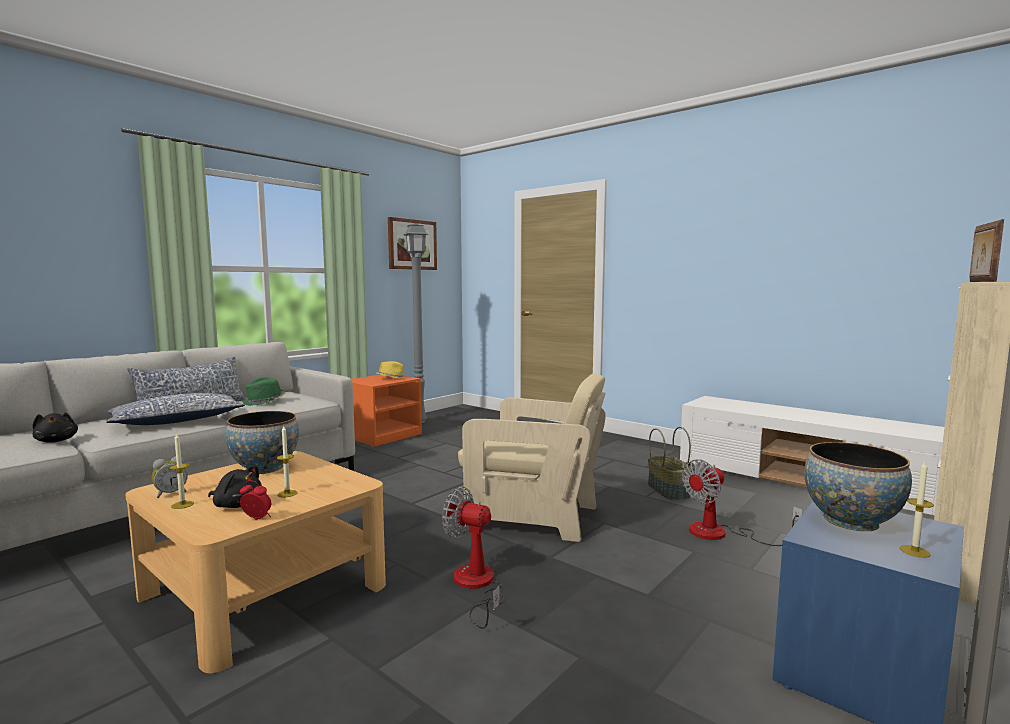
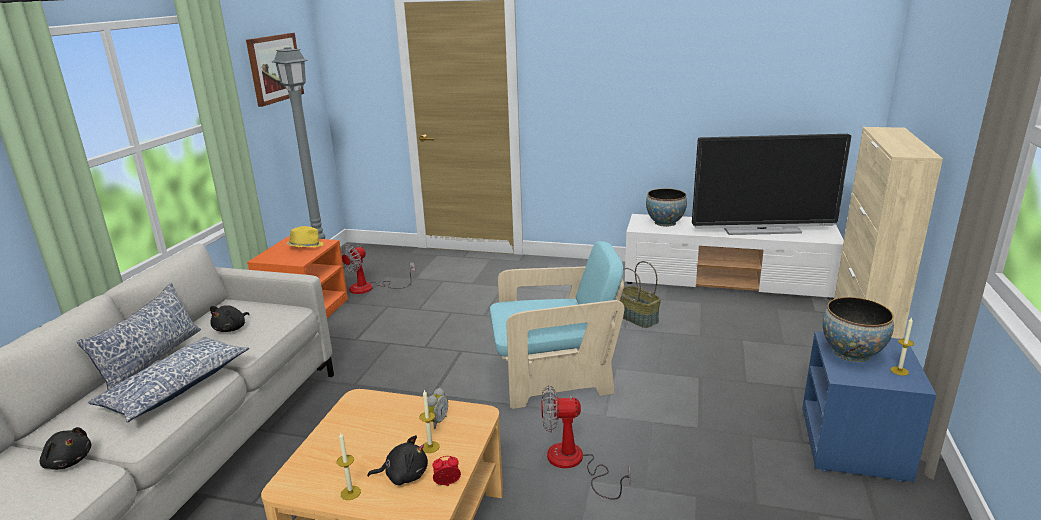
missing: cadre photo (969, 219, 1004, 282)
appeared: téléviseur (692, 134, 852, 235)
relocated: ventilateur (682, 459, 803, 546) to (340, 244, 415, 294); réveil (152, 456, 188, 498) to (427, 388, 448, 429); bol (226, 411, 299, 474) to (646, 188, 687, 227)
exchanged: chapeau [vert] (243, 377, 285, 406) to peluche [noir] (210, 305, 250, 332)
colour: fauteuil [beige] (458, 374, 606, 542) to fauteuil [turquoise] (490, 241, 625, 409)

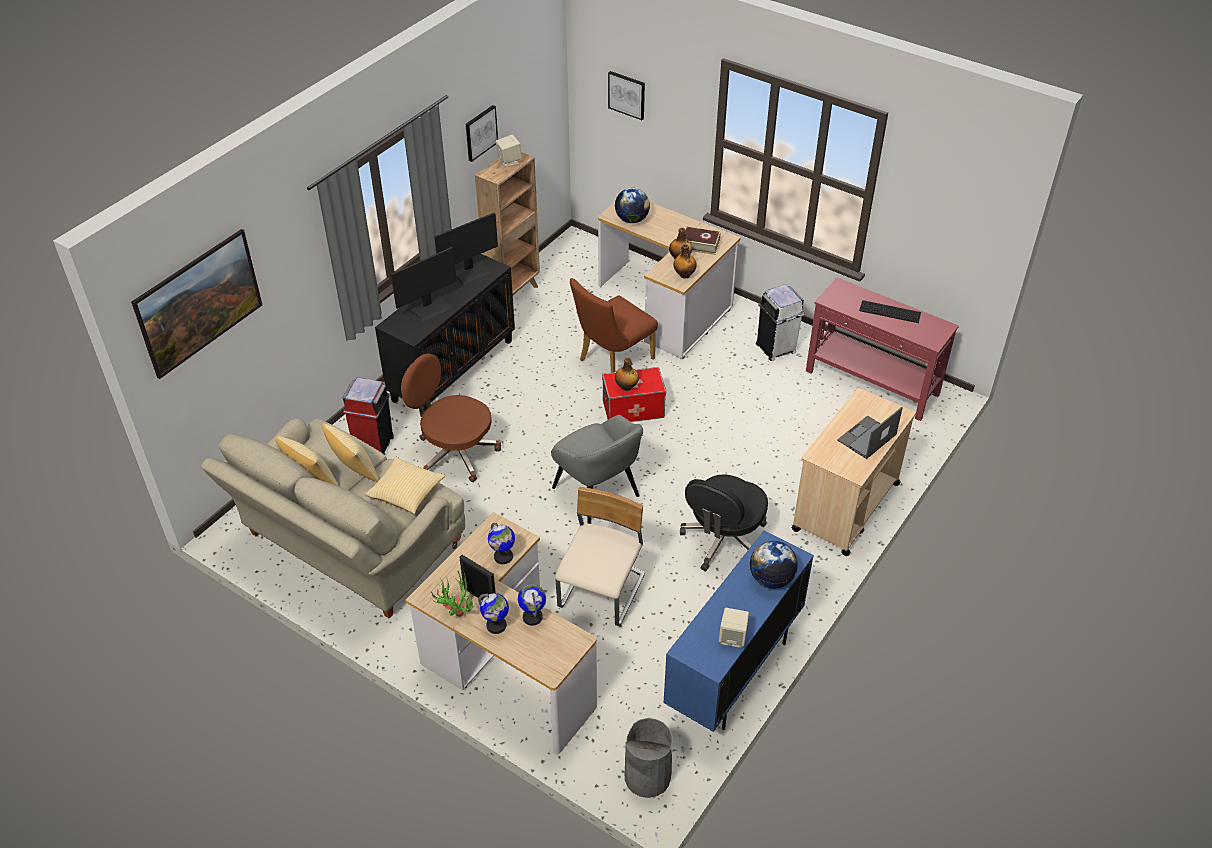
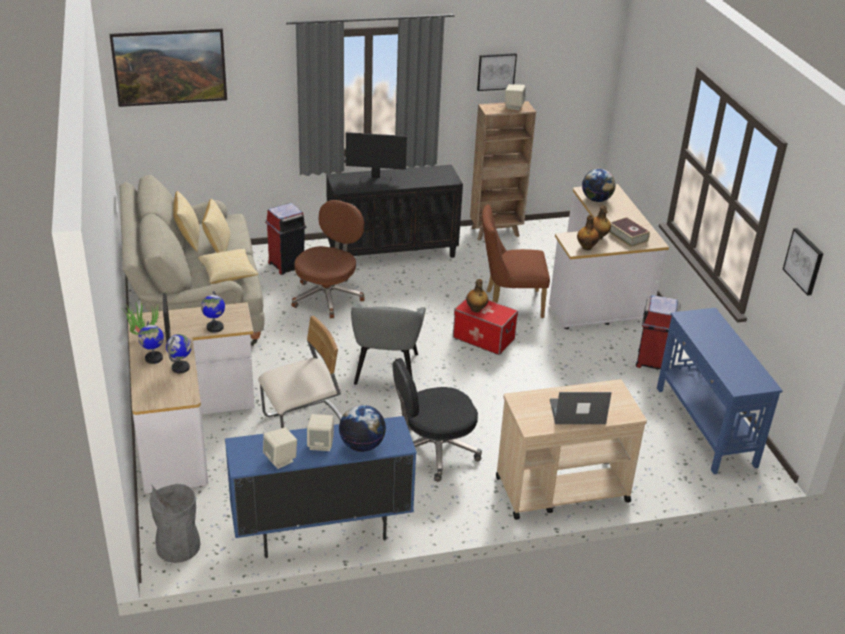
missing: écran d'ordinateur (434, 212, 498, 285); clavier (859, 300, 921, 323)
appeared: enceinte [beige] (307, 414, 334, 451)
relocated: tableau (608, 71, 645, 120) to (783, 228, 823, 296)
colour: poubelle [blanc] (756, 284, 805, 361) to poubelle [rouge] (636, 295, 681, 369); table console [rouge] (806, 278, 959, 421) to table console [bleu] (657, 308, 783, 474)
spun: chaise de bureau [marron] (401, 353, 501, 482) = (291, 200, 364, 318) 45 degrees clockwise

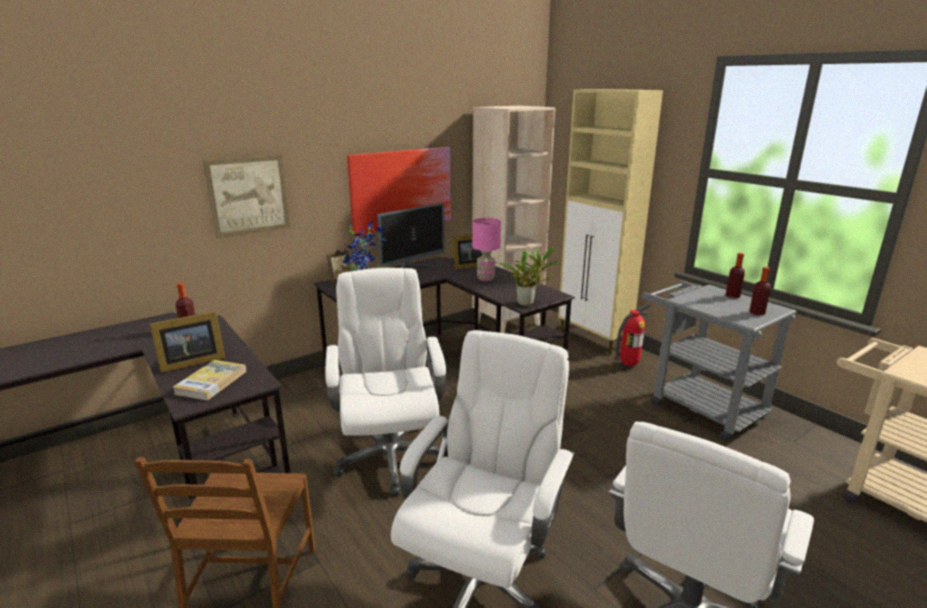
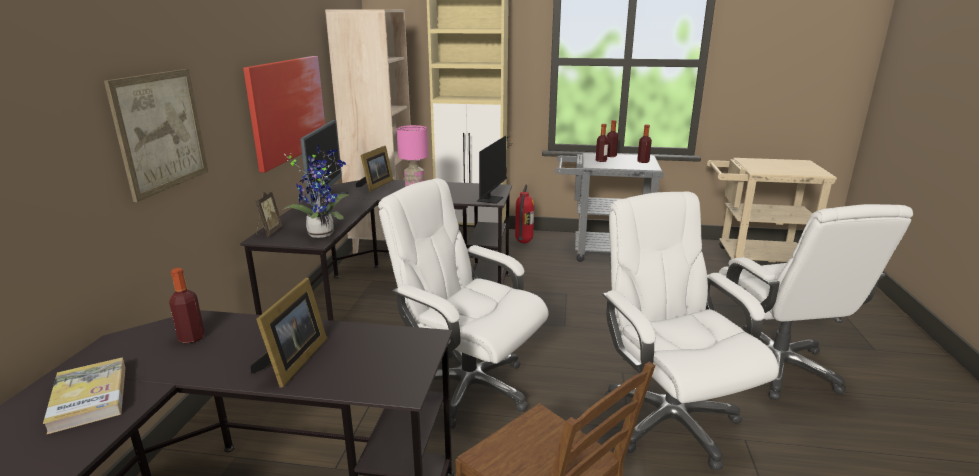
appeared: bouteille (596, 124, 609, 162)
relocated: livre (173, 360, 246, 400) to (43, 357, 126, 434)
exchanged: plante en pot (495, 246, 561, 306) to écran d'ordinateur (477, 136, 510, 204)

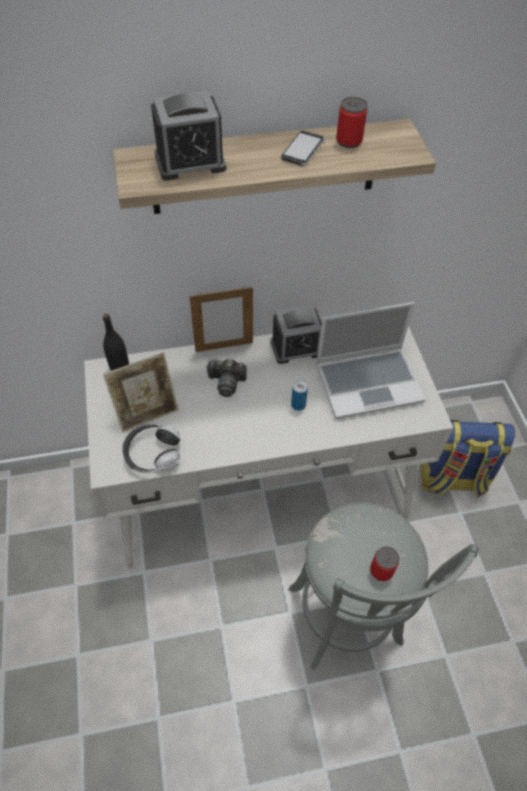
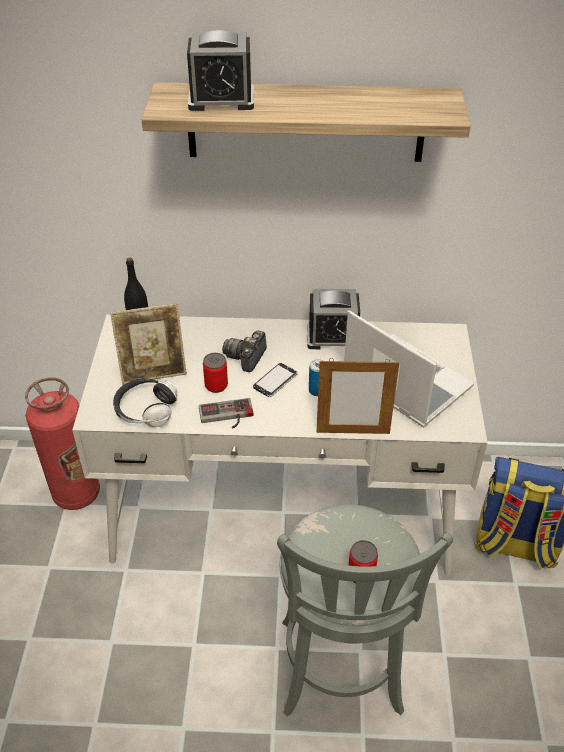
appeared: extincteur (25, 377, 100, 510); manette (199, 398, 254, 428)
relocated: boîte métallique (336, 97, 367, 148) to (203, 353, 228, 393); téléphone (281, 131, 325, 166) to (253, 363, 298, 397); cadre photo (189, 286, 253, 352) to (316, 358, 399, 434)
spun: appareil photo (206, 359, 247, 397) = (222, 331, 267, 372) 90 degrees clockwise; ordinateur portable (316, 302, 425, 419) = (344, 310, 474, 428) 135 degrees counterclockwise

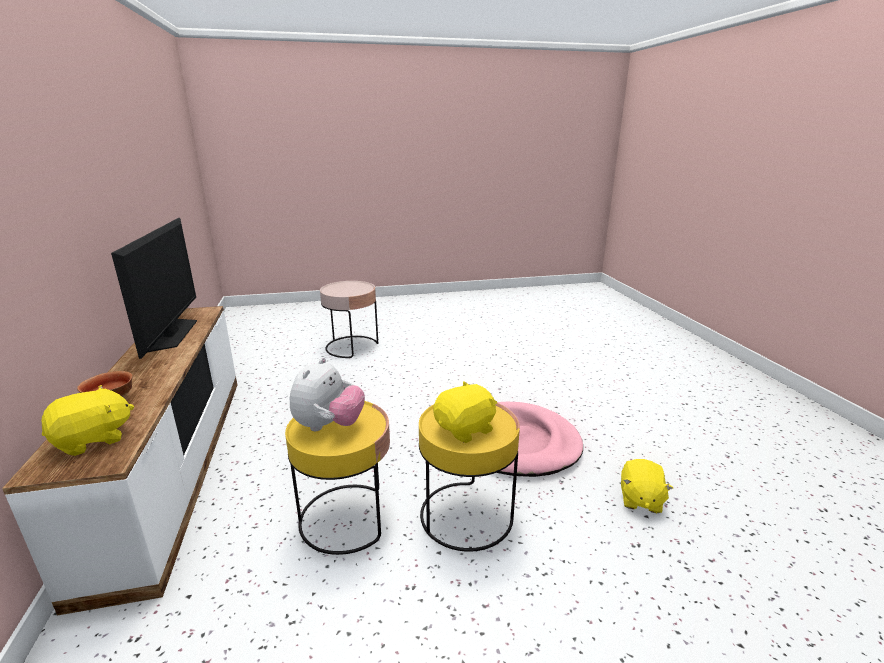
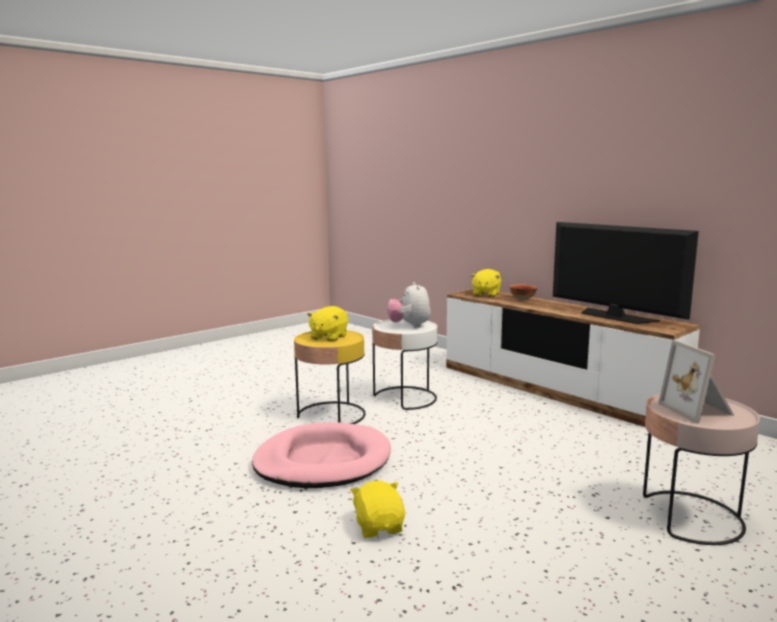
appeared: cadre photo (659, 340, 734, 424)
relocated: peluche [jaune] (621, 459, 673, 513) to (350, 481, 405, 538)
colour: table d'appoint [jaune] (285, 401, 390, 555) to table d'appoint [blanc] (372, 319, 437, 410)

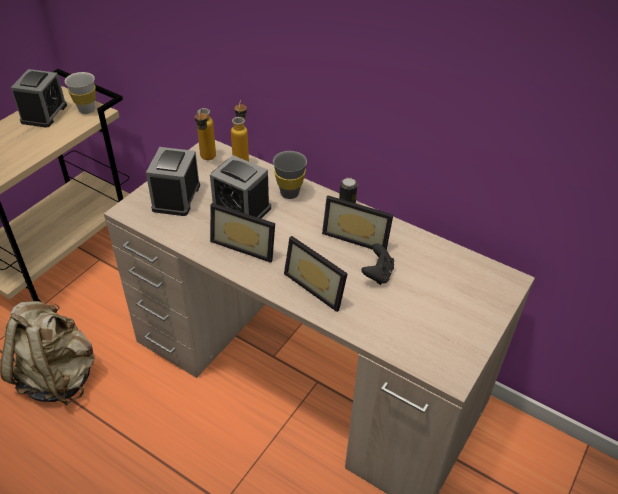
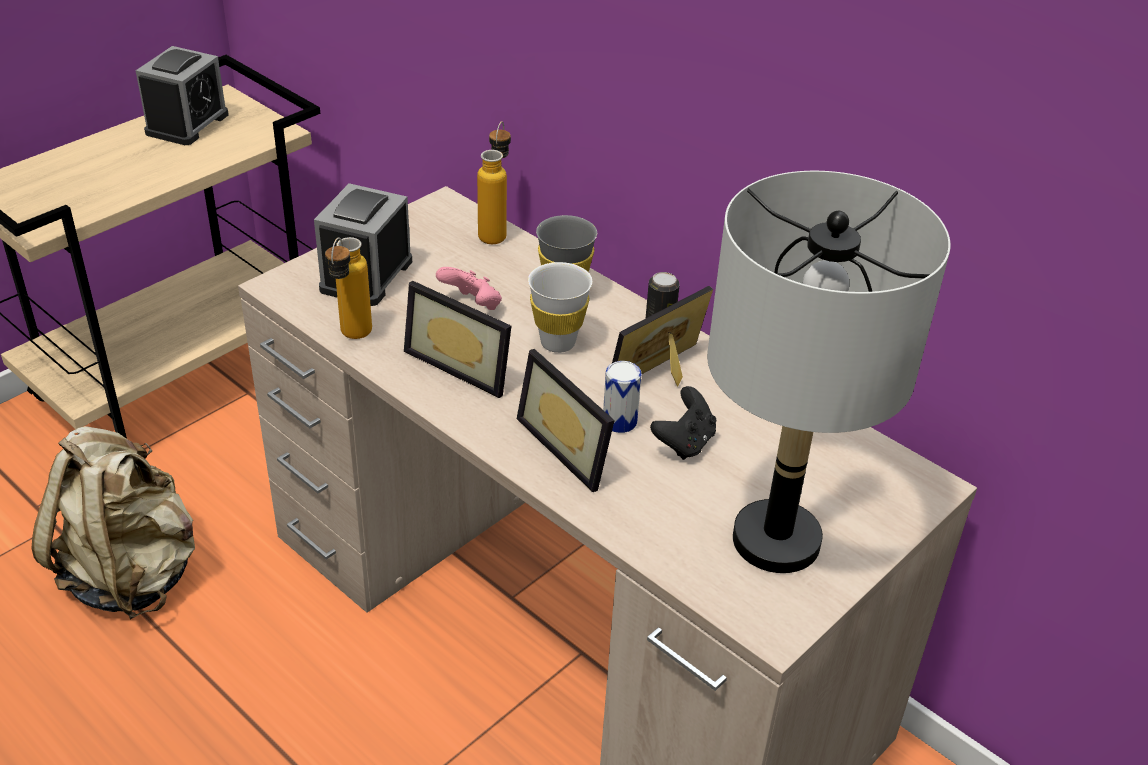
appeared: boîte métallique (603, 361, 641, 433); lampe de table [gris] (707, 171, 951, 573)
relocated: bouteille (195, 108, 216, 160) to (325, 237, 372, 339); tasse [blanc] (65, 72, 96, 114) to (528, 262, 592, 353)
exchanged: réveil (210, 155, 271, 219) to manette [rose] (436, 267, 502, 310)
spun: cadre photo (322, 196, 393, 250) = (612, 286, 713, 387) 105 degrees clockwise

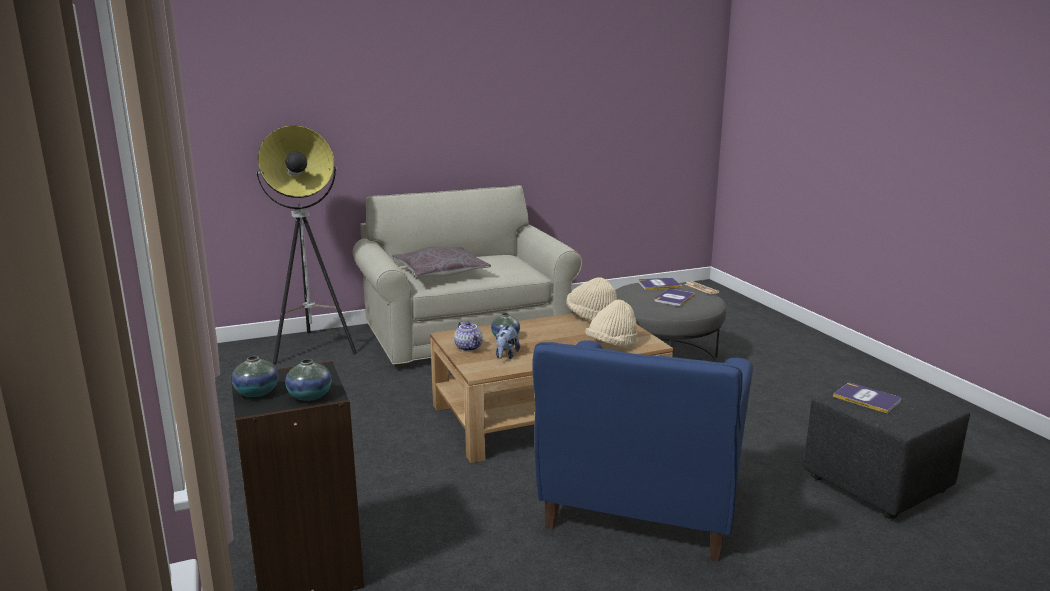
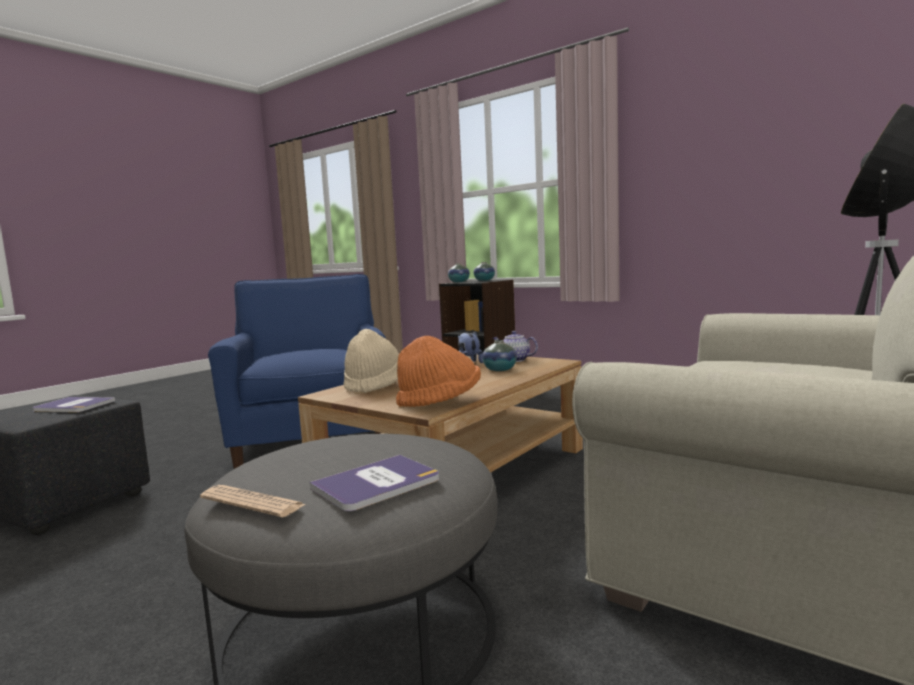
missing: coussin [gris] (392, 247, 491, 277); livre (654, 289, 695, 306)
colour: chapeau [beige] (566, 277, 617, 320) to chapeau [orange] (396, 336, 481, 407)

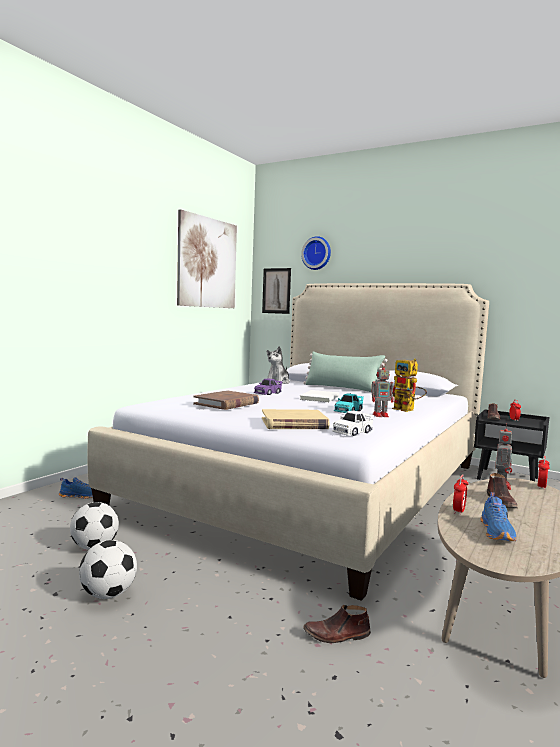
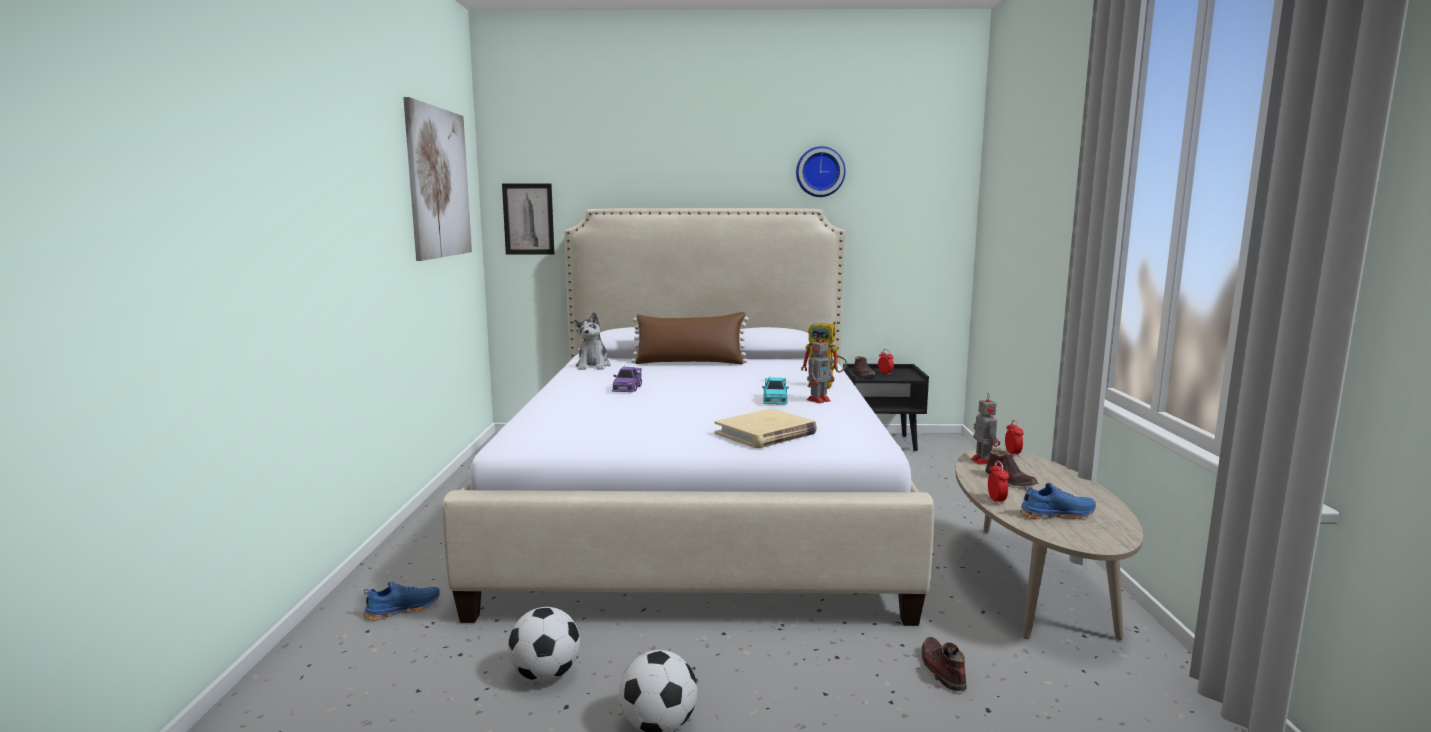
missing: livre [marron] (193, 390, 259, 410); livre [blanc] (299, 390, 340, 403); petite voiture [blanc] (332, 411, 374, 436)
relocated: horloge murale (301, 236, 331, 270) to (796, 146, 846, 197)
colour: coussin [vert] (303, 351, 387, 392) to coussin [marron] (631, 312, 748, 364)
spun: chaussure [marron] (303, 605, 371, 644) = (922, 637, 967, 691) 120 degrees clockwise; chaussure [bleu] (480, 492, 516, 541) = (1020, 483, 1096, 519) 75 degrees counterclockwise

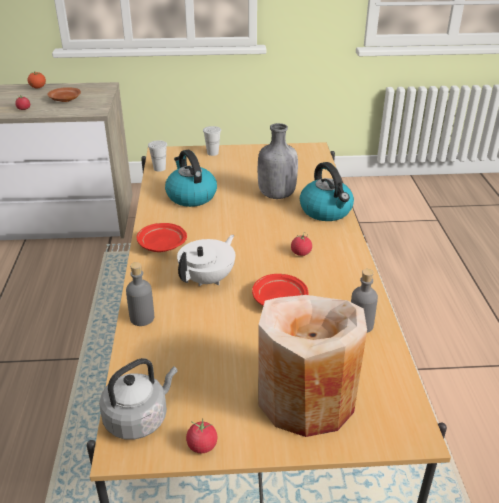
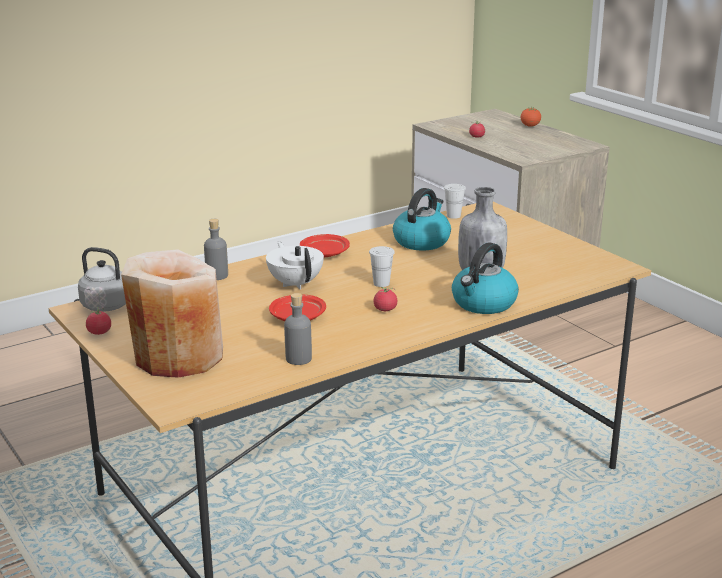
missing: assiette [marron] (47, 87, 81, 102)
relocated: tasse [blanc] (203, 126, 221, 156) to (369, 246, 395, 287)
spun: théière [blanc] (177, 235, 235, 286) = (266, 241, 324, 290) 120 degrees counterclockwise

